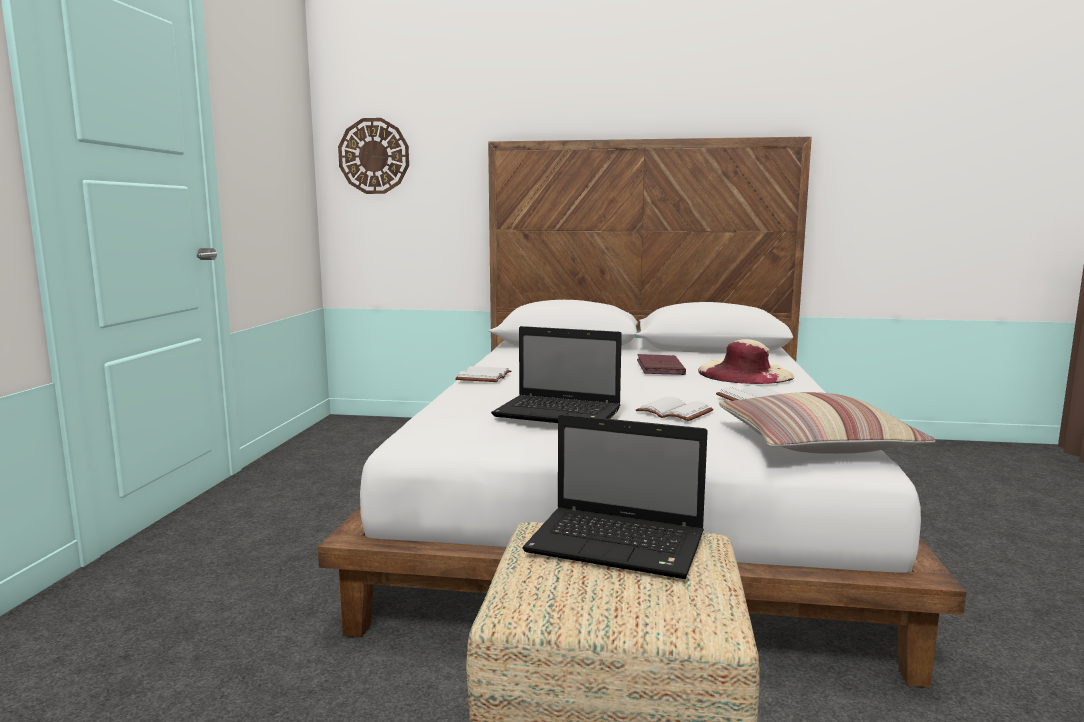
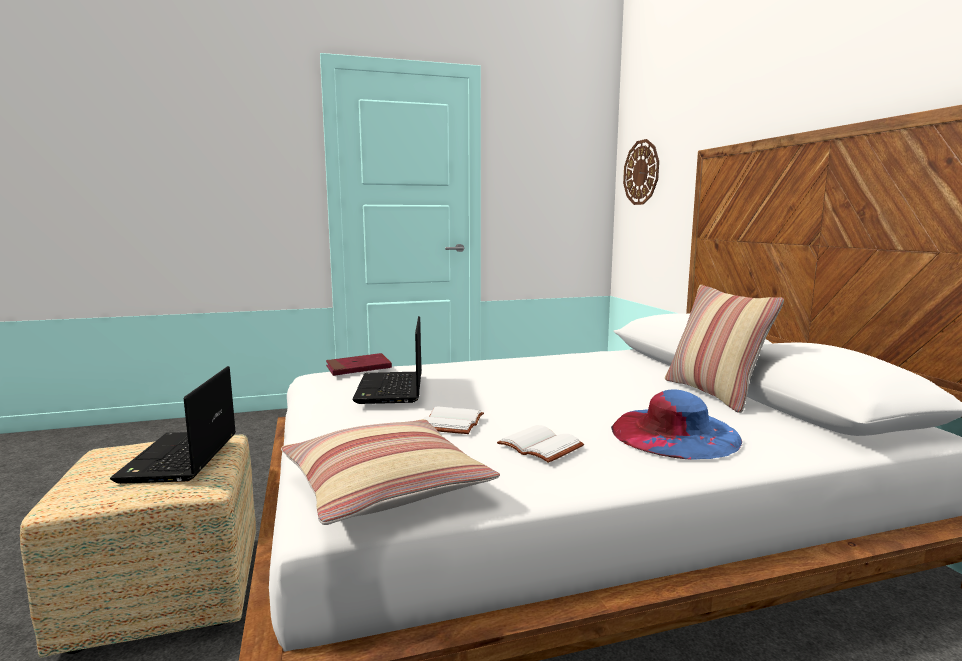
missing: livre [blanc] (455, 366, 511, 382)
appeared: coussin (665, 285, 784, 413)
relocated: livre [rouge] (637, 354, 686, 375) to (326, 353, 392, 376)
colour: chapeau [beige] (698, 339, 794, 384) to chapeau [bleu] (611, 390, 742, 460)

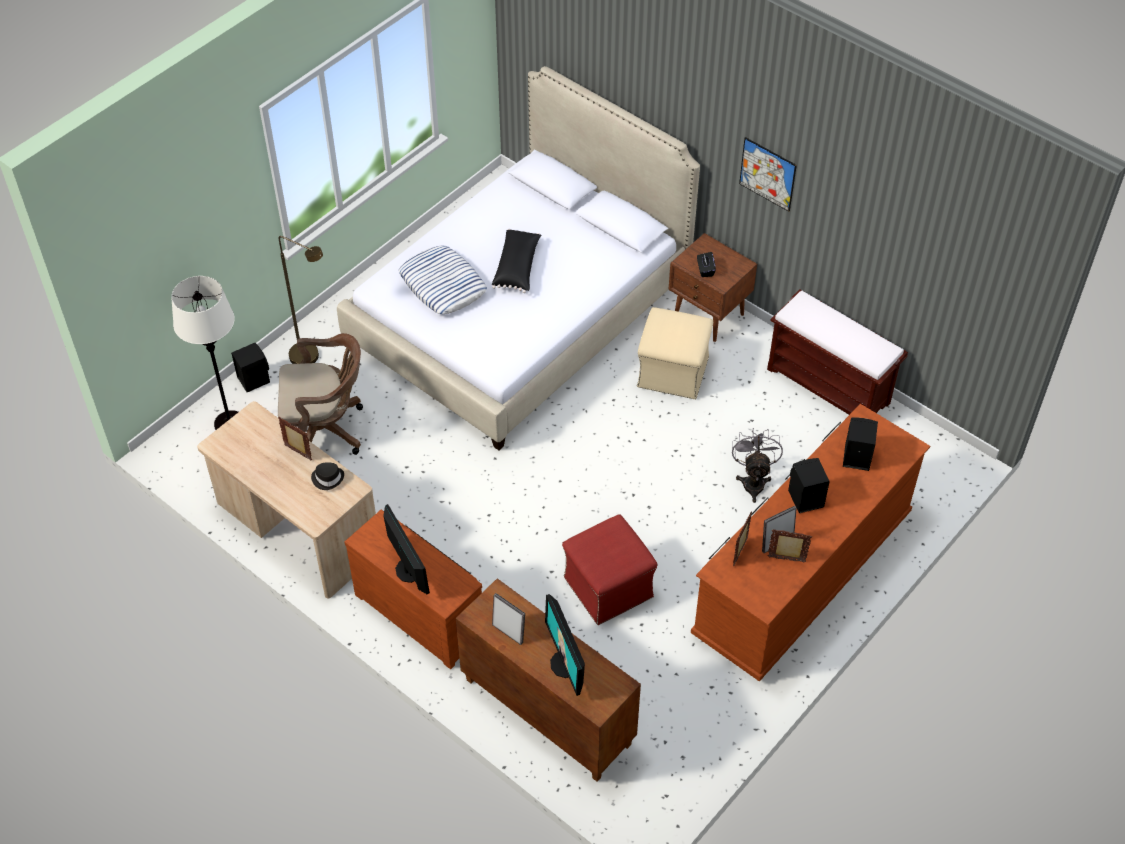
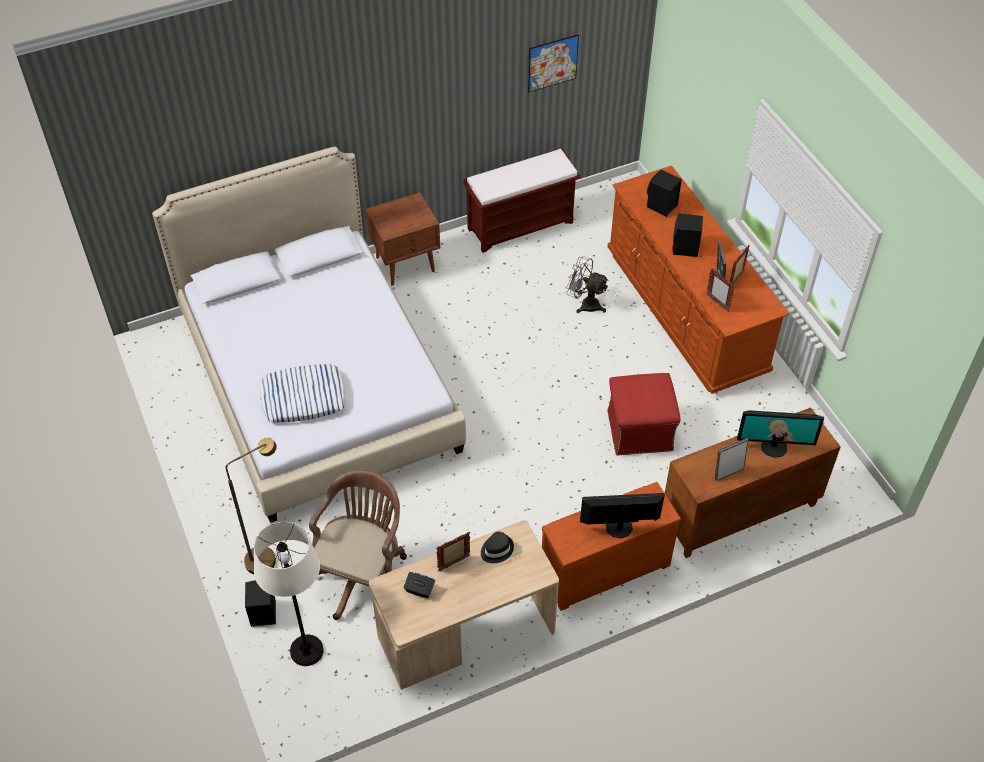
missing: coussin [noir] (492, 229, 541, 293); pouf [beige] (637, 307, 713, 399)
relocated: boîte à mouchoirs [noir] (697, 252, 716, 277) to (404, 572, 435, 598); tableau (739, 137, 797, 212) to (528, 34, 579, 92)

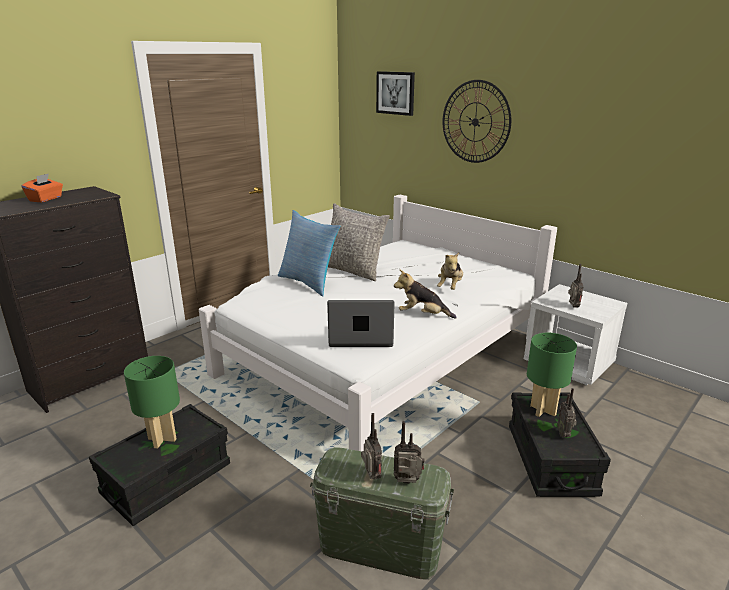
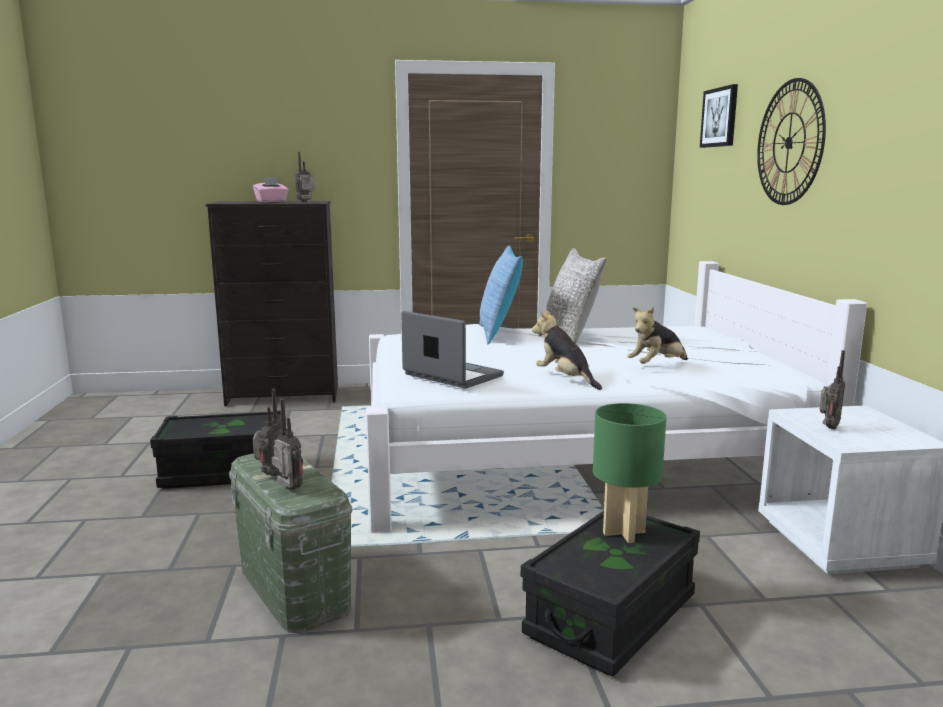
missing: lampe de table [vert] (124, 356, 180, 448)
relocated: radio (557, 388, 577, 438) to (295, 152, 315, 202)
colour: boîte à mouchoirs [orange] (21, 173, 63, 202) to boîte à mouchoirs [rose] (253, 177, 289, 202)

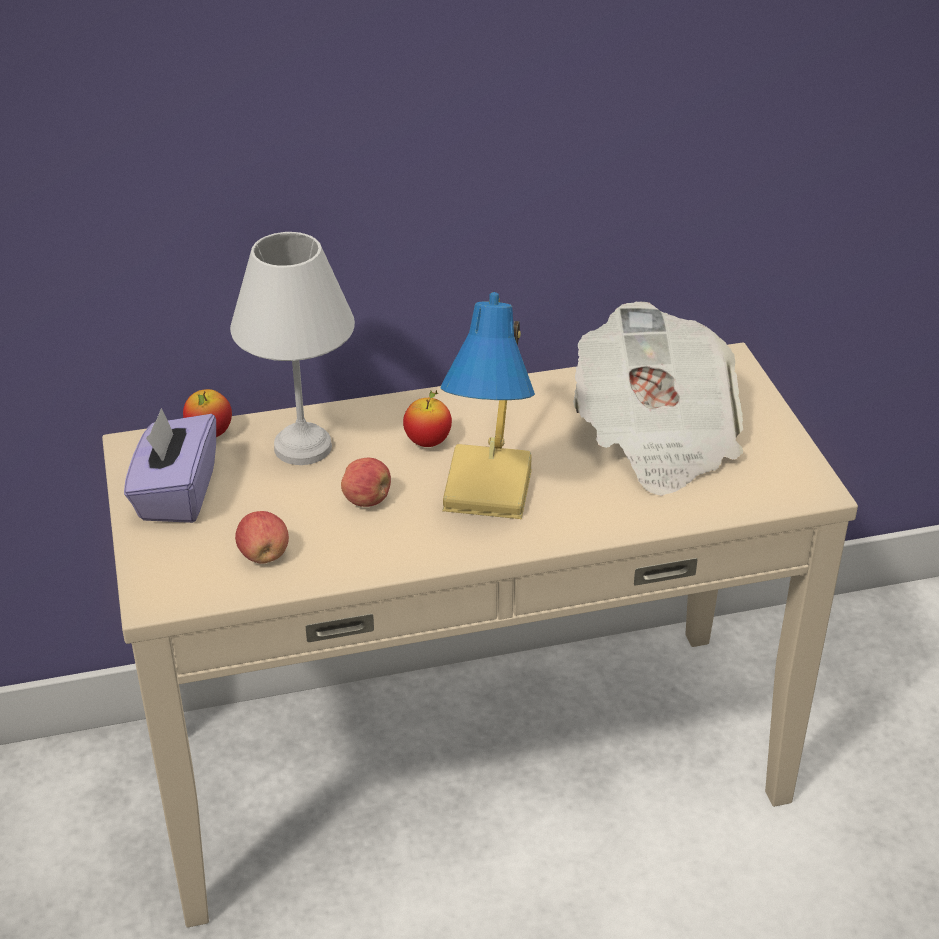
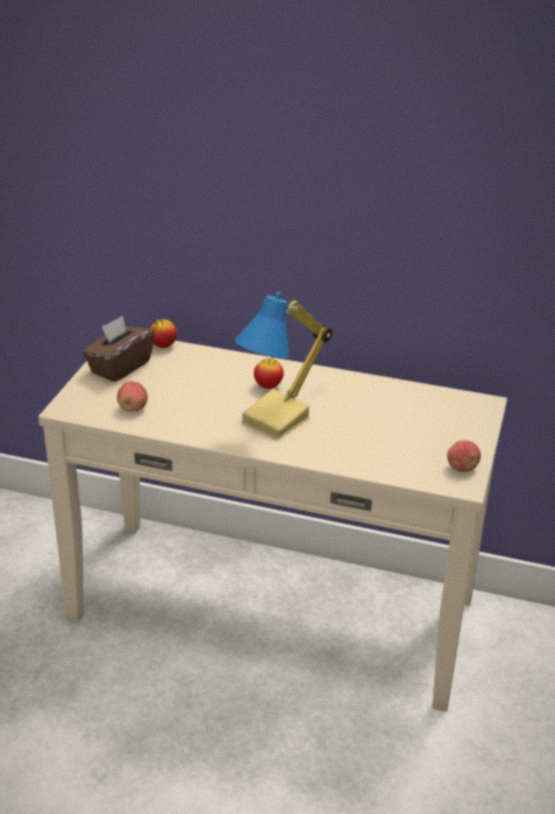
missing: lampe de table [blanc] (230, 232, 355, 465); journal (573, 302, 743, 496)
relocated: pomme (341, 458, 391, 507) to (447, 440, 481, 472)
colour: boîte à mouchoirs [violet] (124, 408, 216, 523) to boîte à mouchoirs [marron] (83, 315, 155, 382)

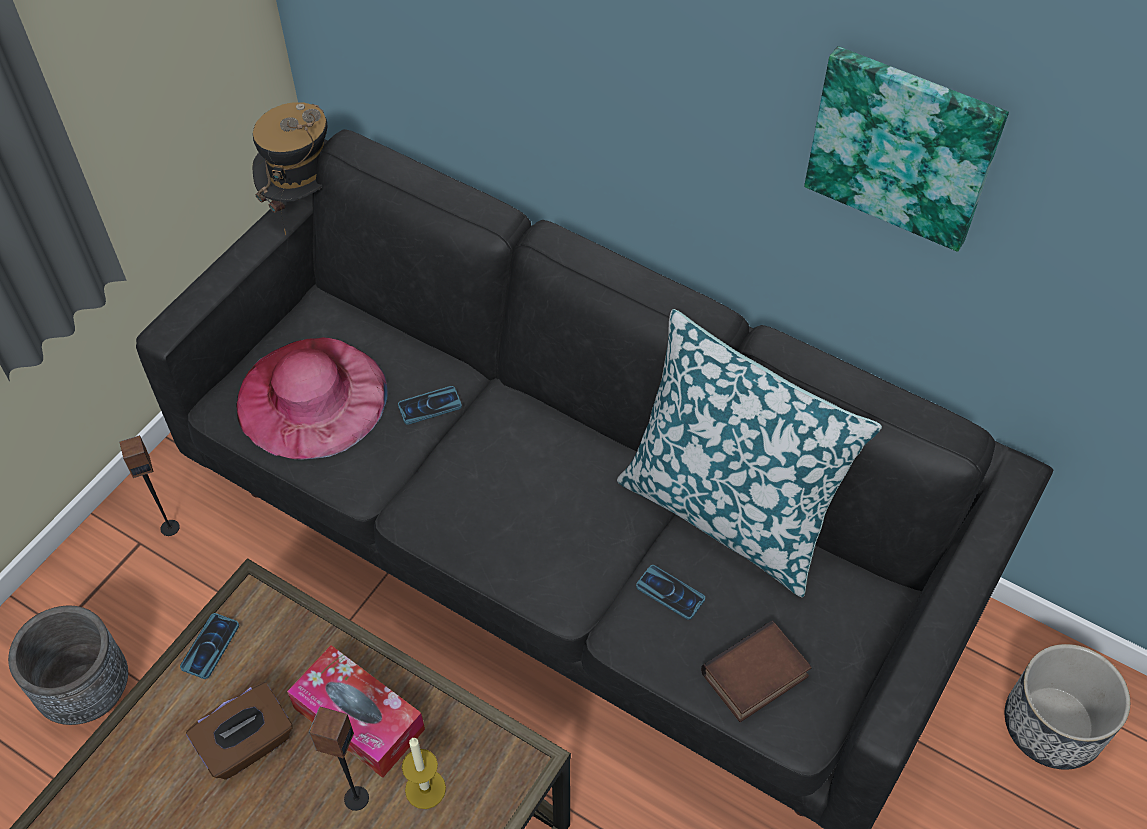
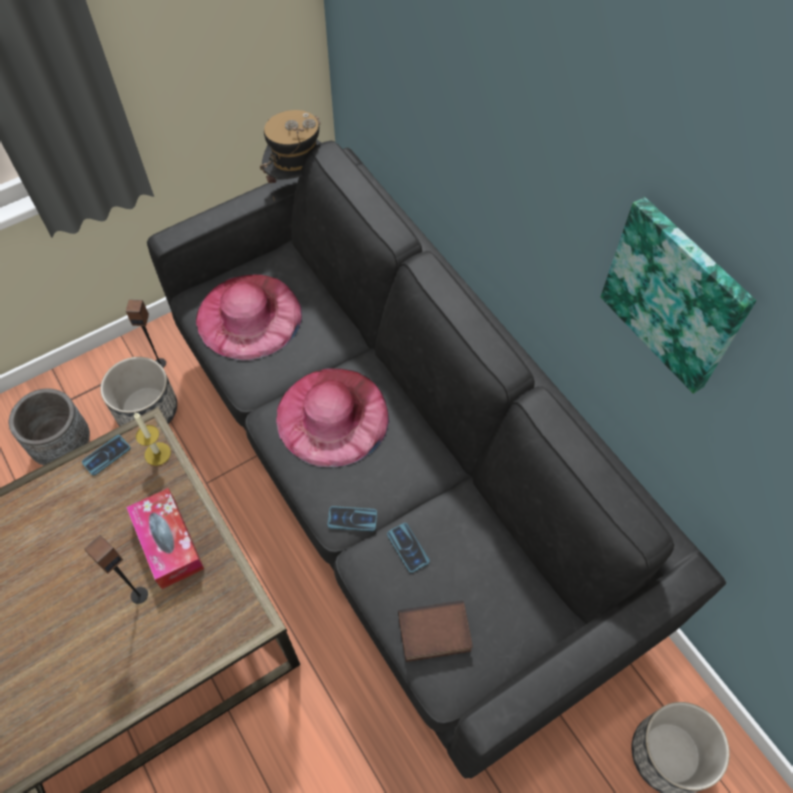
missing: boîte à mouchoirs [marron] (186, 682, 293, 780); coussin (617, 309, 882, 598)
appeared: cache-pot (100, 357, 177, 426); chapeau [rose] (276, 368, 389, 467)
relocated: bougie (402, 738, 446, 809) to (134, 412, 171, 466); téléphone (398, 386, 462, 425) to (327, 506, 377, 531)

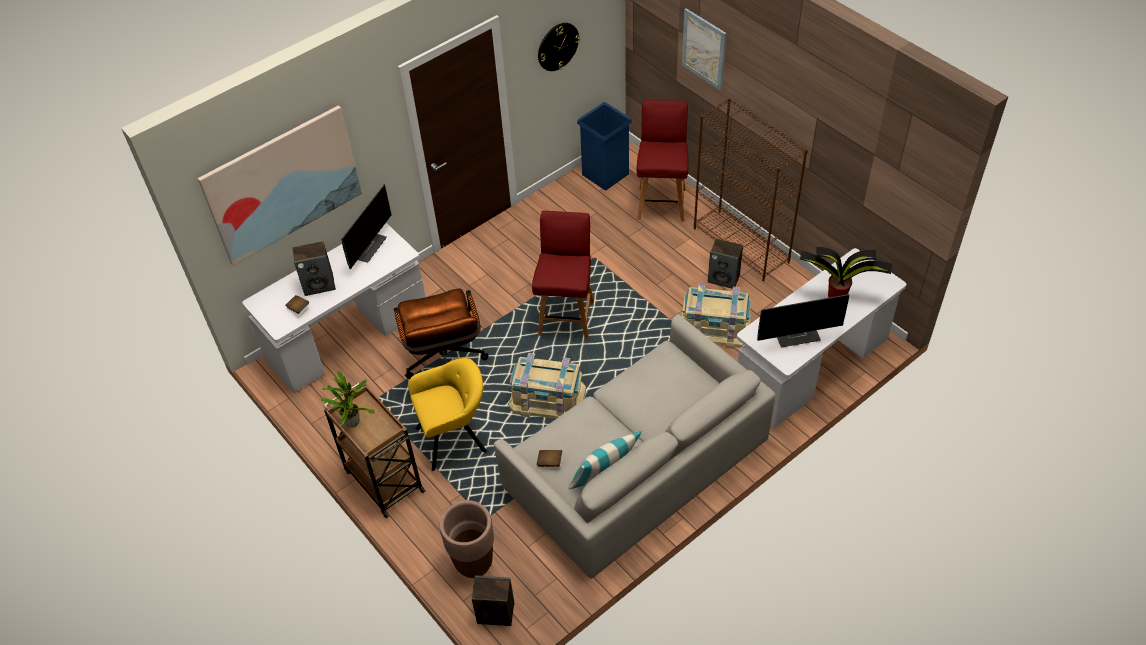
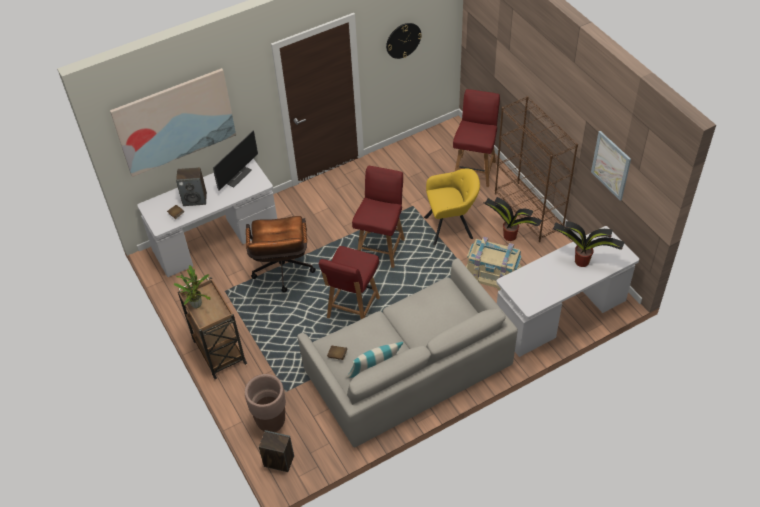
missing: poubelle [bleu] (577, 102, 632, 191); écran d'ordinateur (757, 294, 850, 348)
relocated: fauteuil [jaune] (408, 358, 488, 471) to (424, 169, 480, 245); tableau (682, 8, 726, 90) to (591, 131, 631, 201)
exchanged: boîte de rangement [beige] (509, 353, 586, 419) to chaise [rouge] (319, 246, 380, 319); enceinte (708, 238, 743, 289) to plante en pot (484, 197, 542, 241)

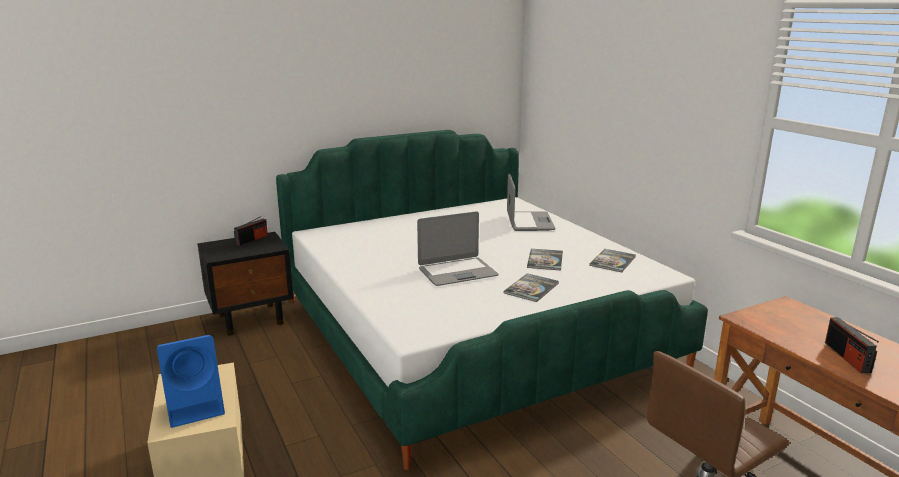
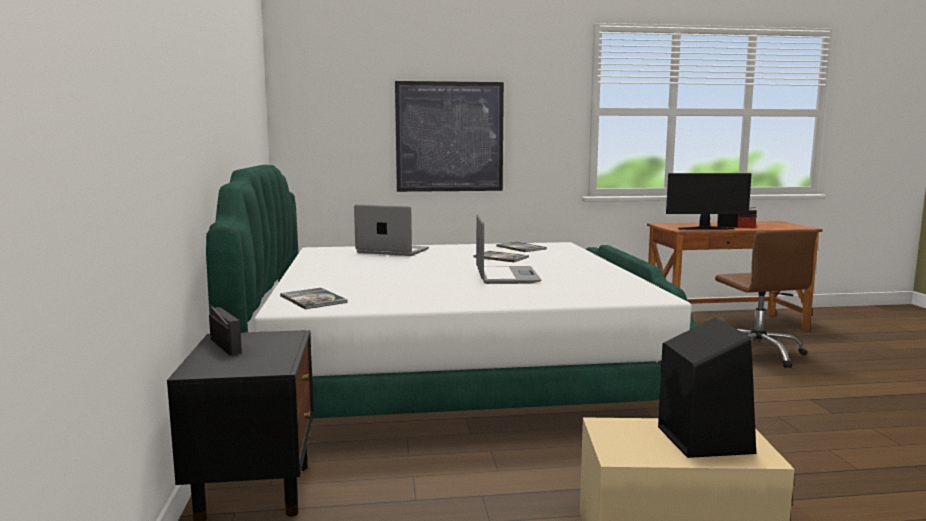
appeared: tableau (395, 81, 504, 192); écran d'ordinateur (666, 173, 752, 229)
relocated: livre (504, 273, 559, 302) to (280, 288, 348, 309)
colour: enceinte [bleu] (157, 335, 225, 428) to enceinte [noir] (658, 318, 756, 458)

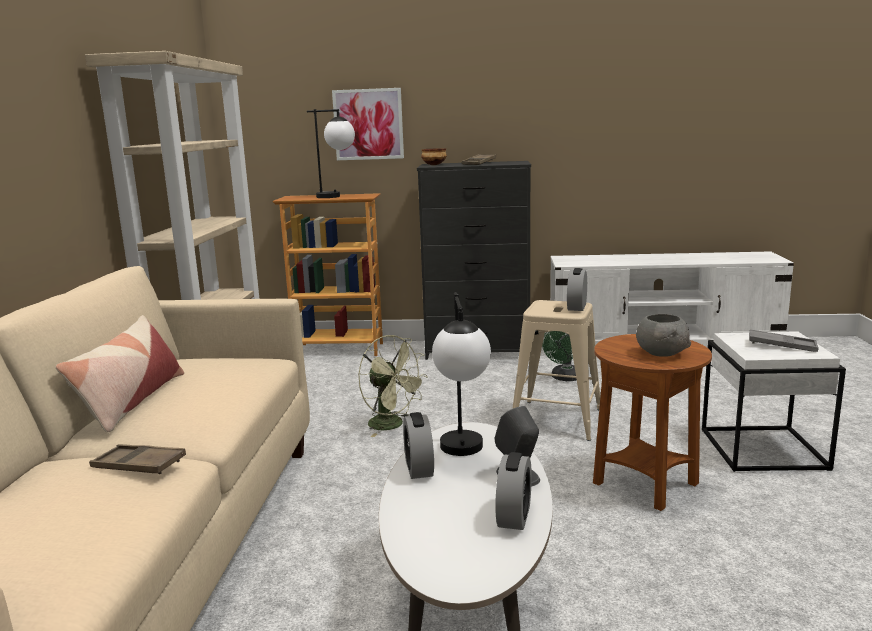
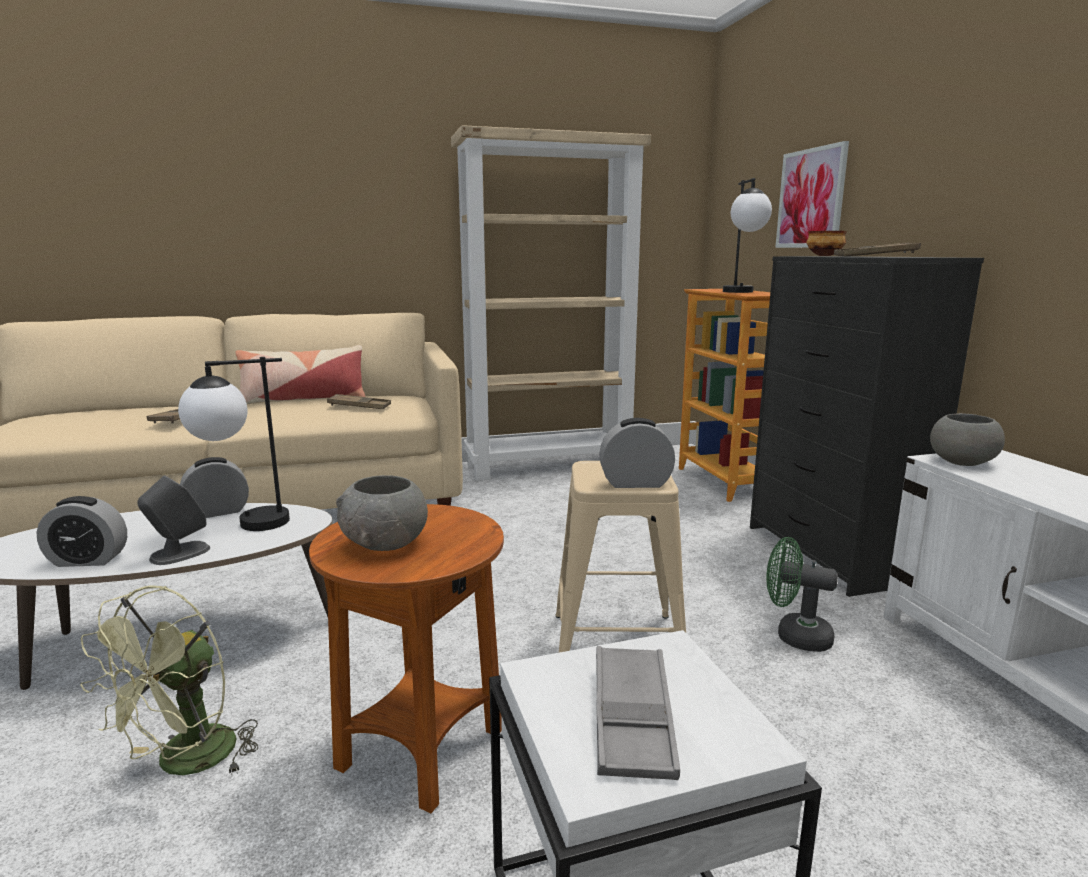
appeared: plateau [marron] (327, 394, 391, 409); bol [gris] (930, 413, 1005, 466)
relocated: ventilateur [vert] (359, 335, 428, 437) to (80, 585, 258, 775)

